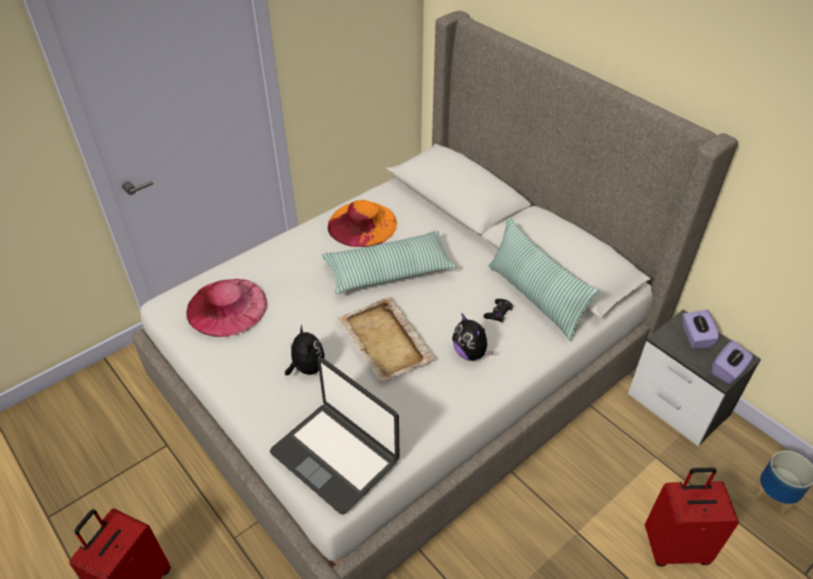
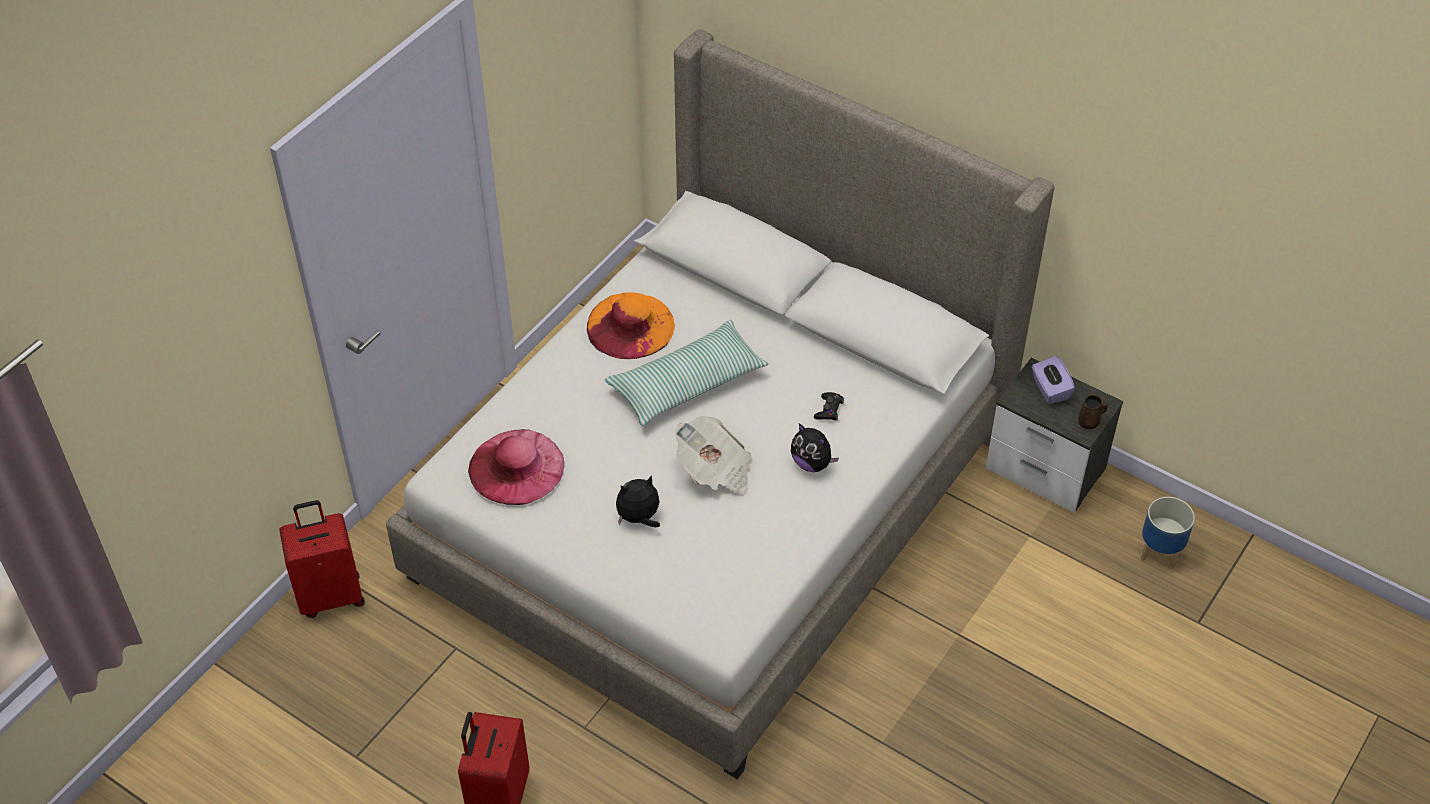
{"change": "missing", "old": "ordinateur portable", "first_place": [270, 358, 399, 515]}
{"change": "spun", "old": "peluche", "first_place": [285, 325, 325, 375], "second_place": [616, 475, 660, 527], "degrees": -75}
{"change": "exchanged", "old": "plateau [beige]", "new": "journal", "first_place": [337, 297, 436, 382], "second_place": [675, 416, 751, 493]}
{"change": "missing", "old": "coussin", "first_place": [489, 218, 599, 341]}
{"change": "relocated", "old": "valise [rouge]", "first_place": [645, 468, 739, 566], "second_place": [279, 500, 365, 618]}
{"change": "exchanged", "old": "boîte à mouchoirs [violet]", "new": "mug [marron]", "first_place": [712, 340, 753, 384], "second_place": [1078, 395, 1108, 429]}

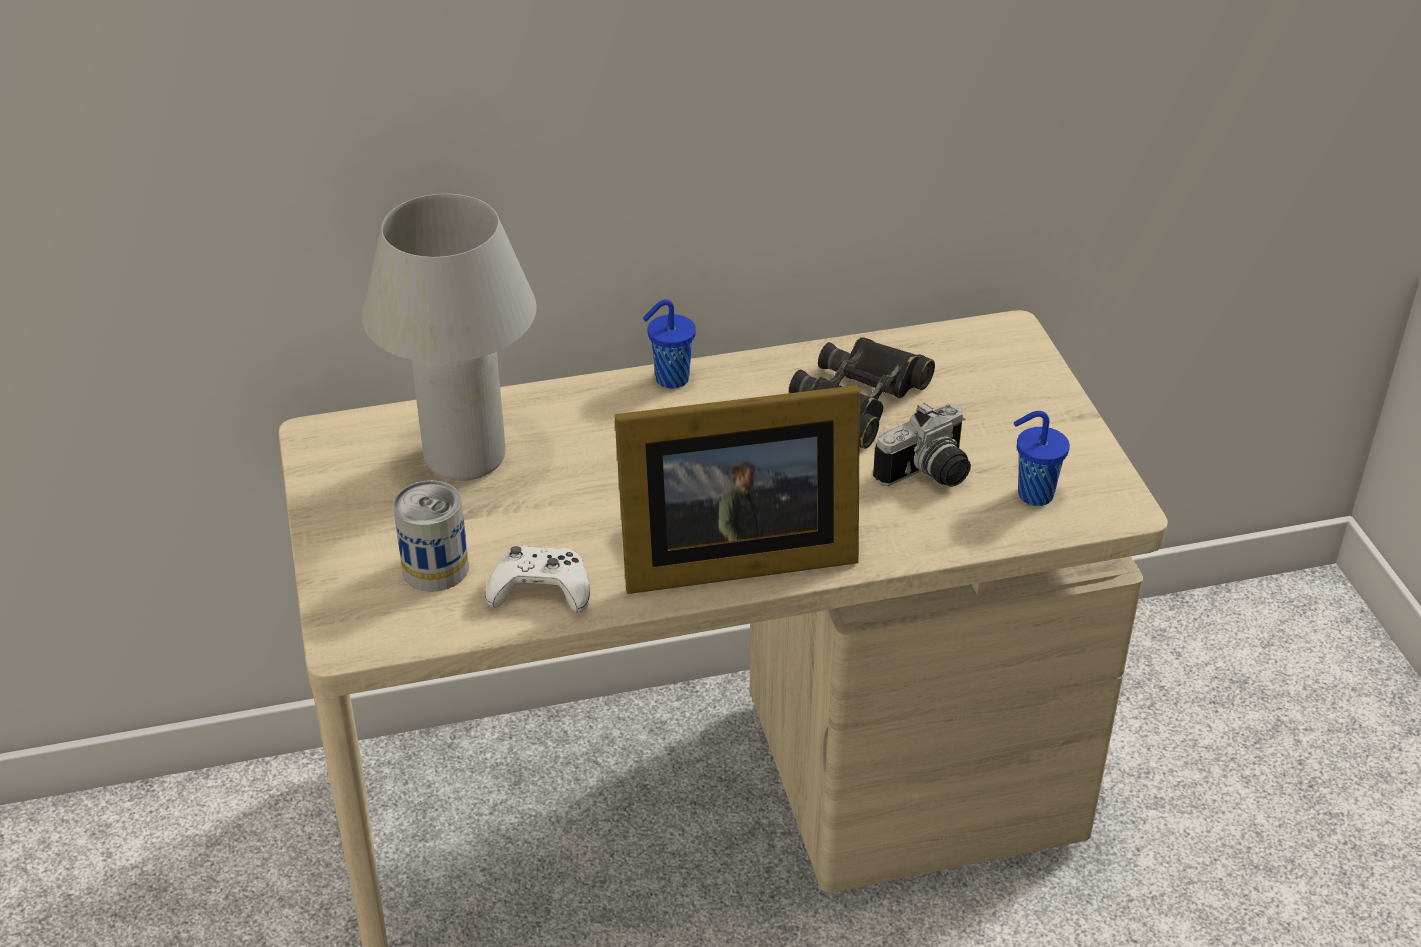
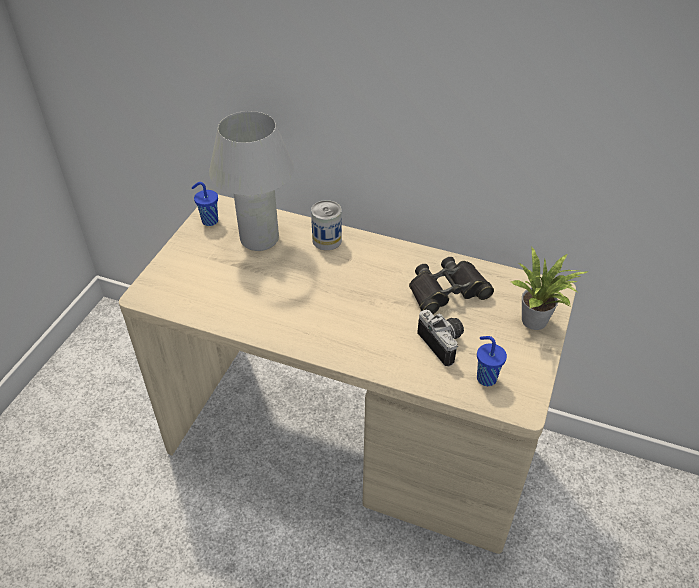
{"change": "relocated", "old": "boîte métallique", "first_place": [393, 480, 469, 592], "second_place": [311, 200, 342, 250]}
{"change": "missing", "old": "manette [blanc]", "first_place": [485, 546, 590, 613]}
{"change": "missing", "old": "cadre photo", "first_place": [614, 385, 860, 594]}
{"change": "relocated", "old": "tasse [bleu]", "first_place": [643, 299, 696, 389], "second_place": [192, 182, 218, 226]}
{"change": "spun", "old": "appareil photo", "first_place": [873, 403, 971, 487], "second_place": [417, 310, 464, 366], "degrees": -120}
{"change": "appeared", "new": "plante en pot", "second_place": [511, 247, 587, 330]}

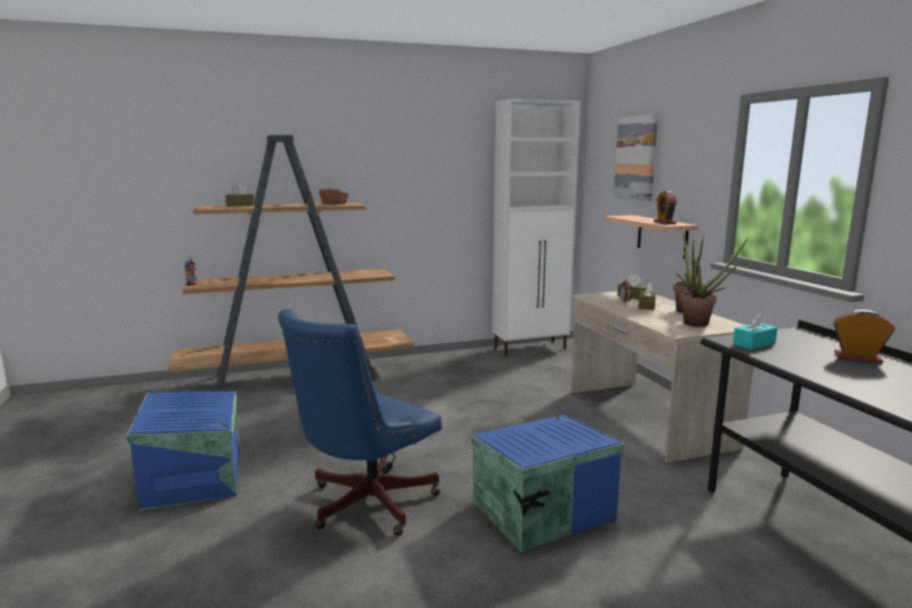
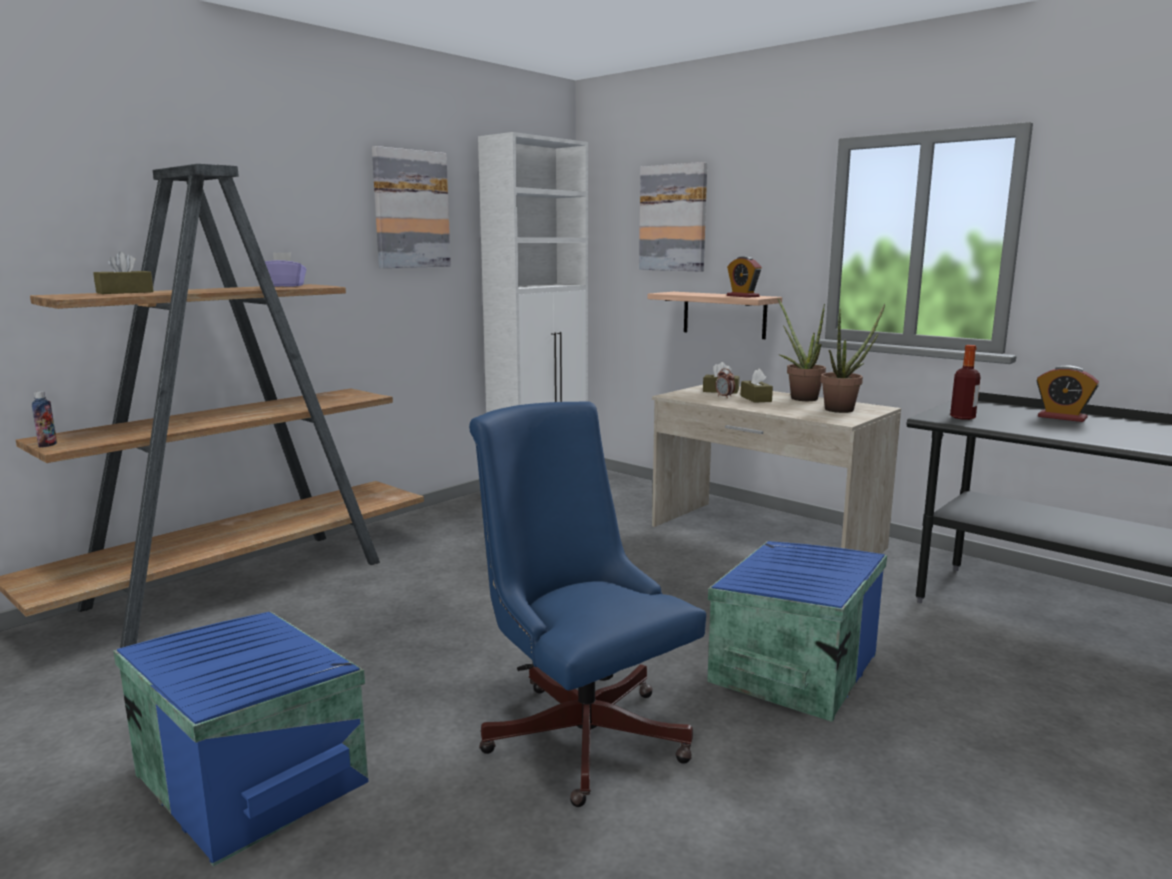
{"change": "spun", "old": "chaise de bureau [bleu]", "first_place": [278, 309, 442, 536], "second_place": [469, 401, 706, 807], "degrees": 135}
{"change": "colour", "old": "boîte à mouchoirs [marron]", "new": "boîte à mouchoirs [violet]", "first_place": [319, 183, 349, 204], "second_place": [265, 252, 307, 287]}
{"change": "exchanged", "old": "boîte à mouchoirs [turquoise]", "new": "bouteille", "first_place": [733, 312, 778, 350], "second_place": [950, 345, 980, 420]}
{"change": "spun", "old": "réveil", "first_place": [833, 310, 895, 364], "second_place": [1036, 366, 1099, 422], "degrees": -135}
{"change": "appeared", "new": "tableau", "second_place": [372, 146, 451, 268]}

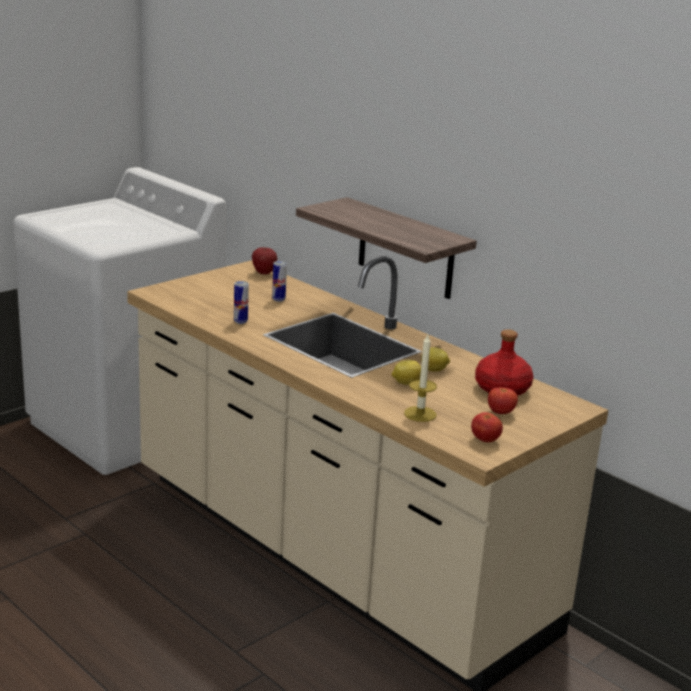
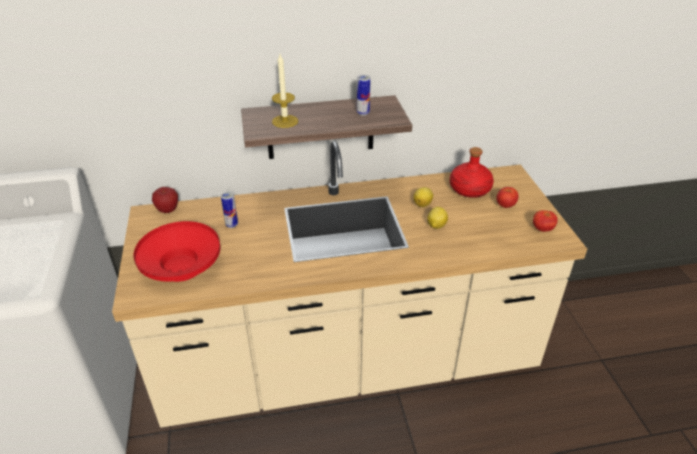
{"change": "relocated", "old": "boîte métallique", "first_place": [234, 281, 249, 324], "second_place": [357, 75, 371, 116]}
{"change": "relocated", "old": "bougie", "first_place": [404, 335, 437, 422], "second_place": [272, 54, 298, 128]}
{"change": "appeared", "new": "bol [rouge]", "second_place": [134, 221, 220, 282]}

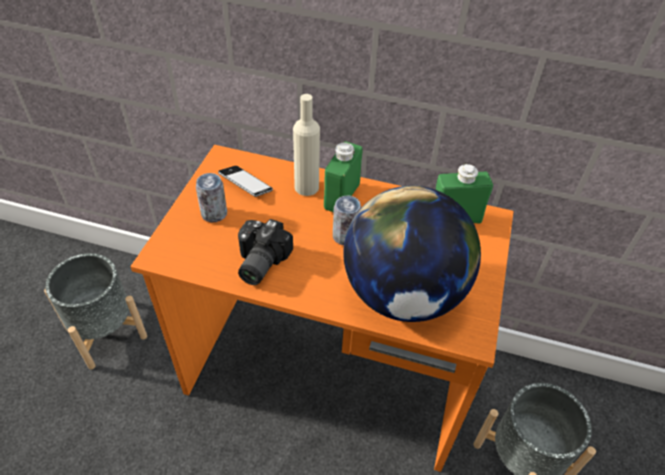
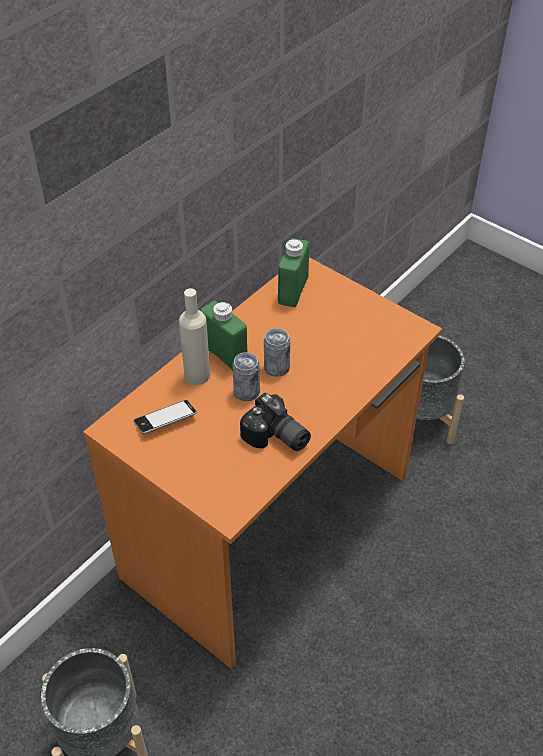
{"change": "relocated", "old": "boîte métallique", "first_place": [196, 173, 227, 222], "second_place": [232, 352, 260, 401]}
{"change": "missing", "old": "globe", "first_place": [343, 186, 481, 322]}

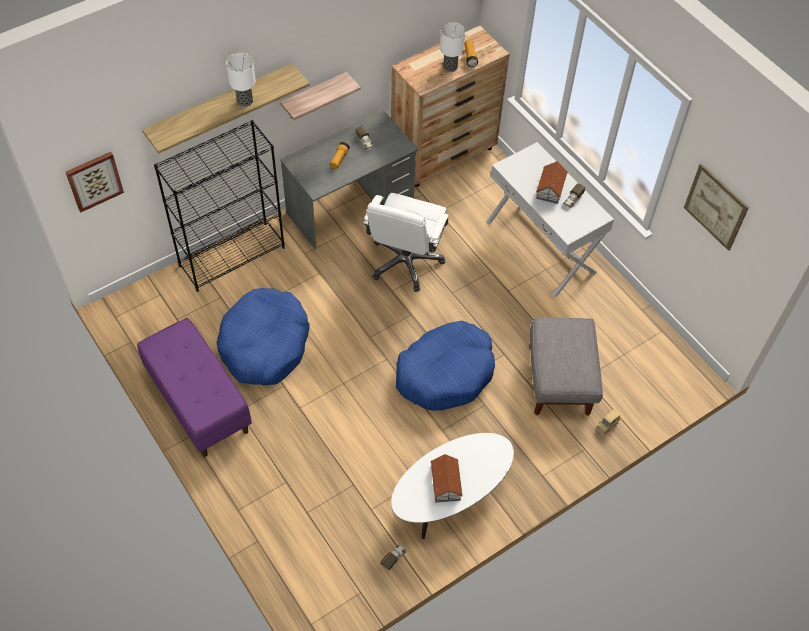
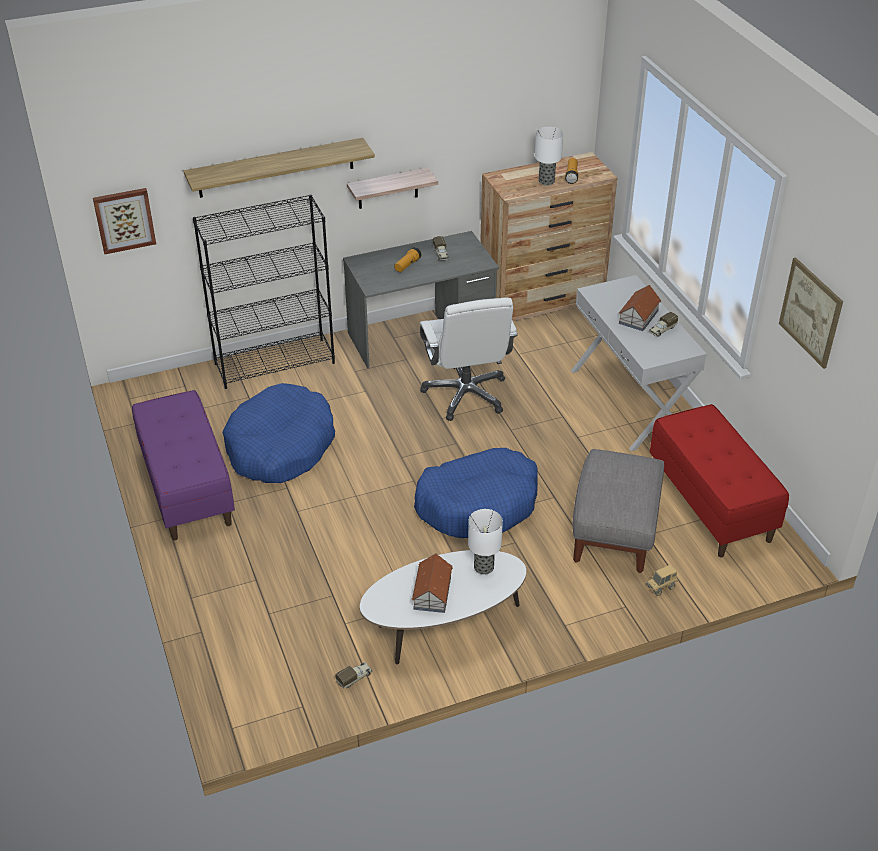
{"change": "relocated", "old": "lampe de table", "first_place": [226, 53, 256, 107], "second_place": [468, 509, 503, 575]}
{"change": "spun", "old": "chaise de bureau [blanc]", "first_place": [363, 193, 449, 292], "second_place": [420, 298, 518, 421], "degrees": -45}
{"change": "appeared", "new": "banc [rouge]", "second_place": [650, 404, 789, 558]}

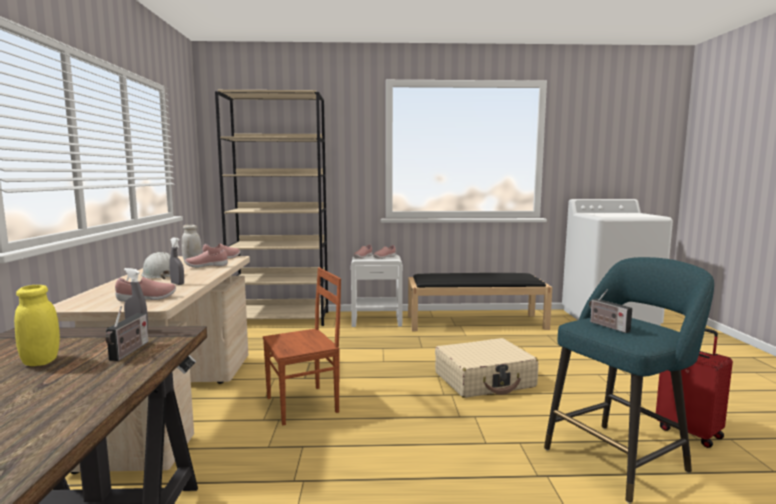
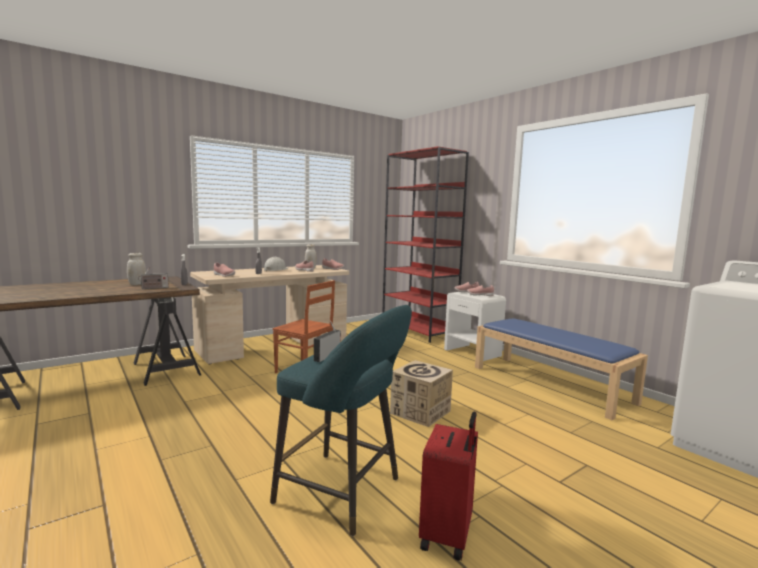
{"change": "colour", "old": "bocal [jaune]", "new": "bocal [blanc]", "first_place": [14, 285, 60, 366], "second_place": [127, 253, 146, 285]}
{"change": "colour", "old": "bibliothèque [beige]", "new": "bibliothèque [rouge]", "first_place": [215, 90, 328, 326], "second_place": [382, 146, 469, 343]}
{"change": "colour", "old": "banc [noir]", "new": "banc [bleu]", "first_place": [408, 273, 552, 331], "second_place": [475, 318, 648, 420]}
{"change": "exchanged", "old": "valise [beige]", "new": "carton", "first_place": [435, 338, 538, 398], "second_place": [390, 360, 453, 427]}

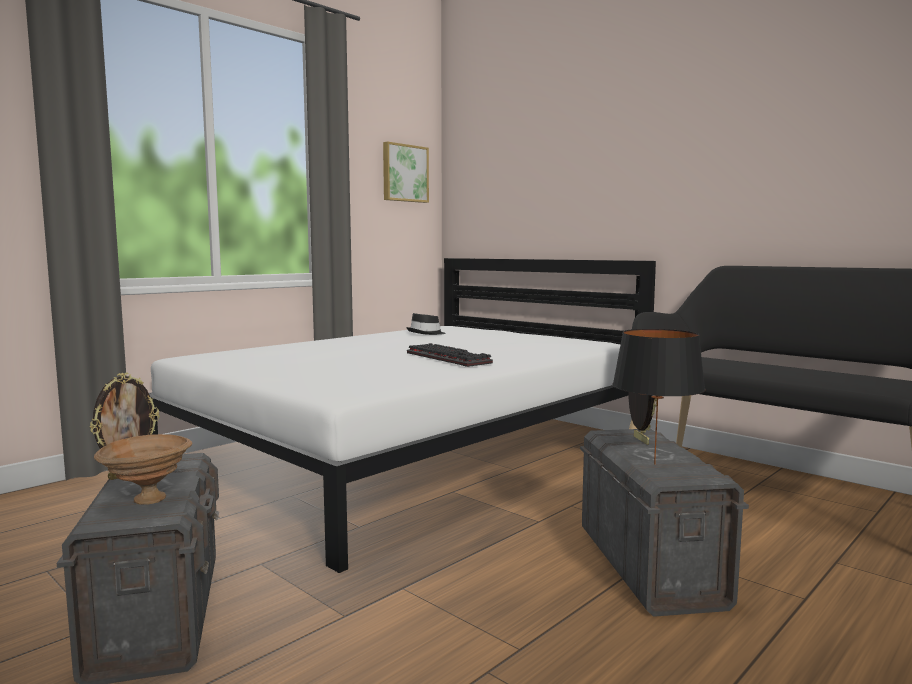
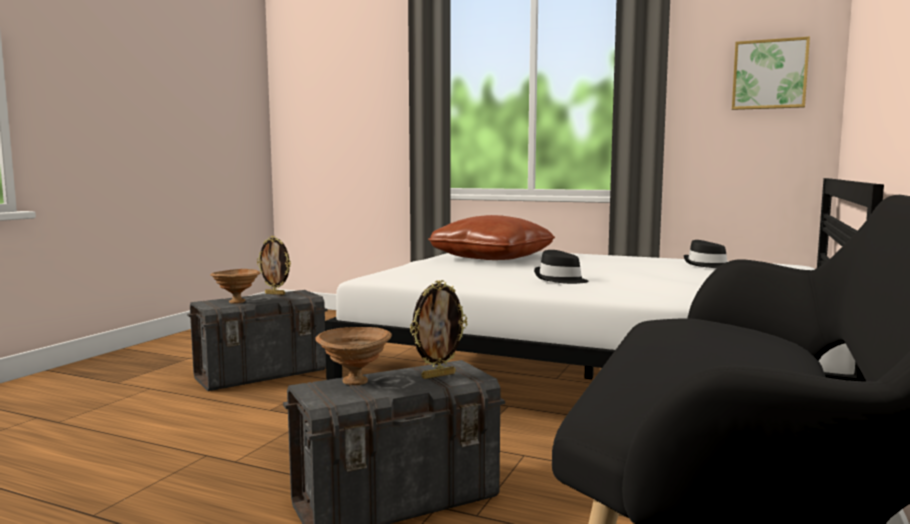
{"change": "exchanged", "old": "clavier", "new": "chapeau [noir]", "first_place": [407, 343, 493, 367], "second_place": [534, 250, 589, 284]}
{"change": "exchanged", "old": "lampe de table [noir]", "new": "bol [marron]", "first_place": [613, 329, 705, 465], "second_place": [315, 327, 392, 385]}
{"change": "appeared", "new": "coussin [marron]", "second_place": [428, 215, 555, 260]}

